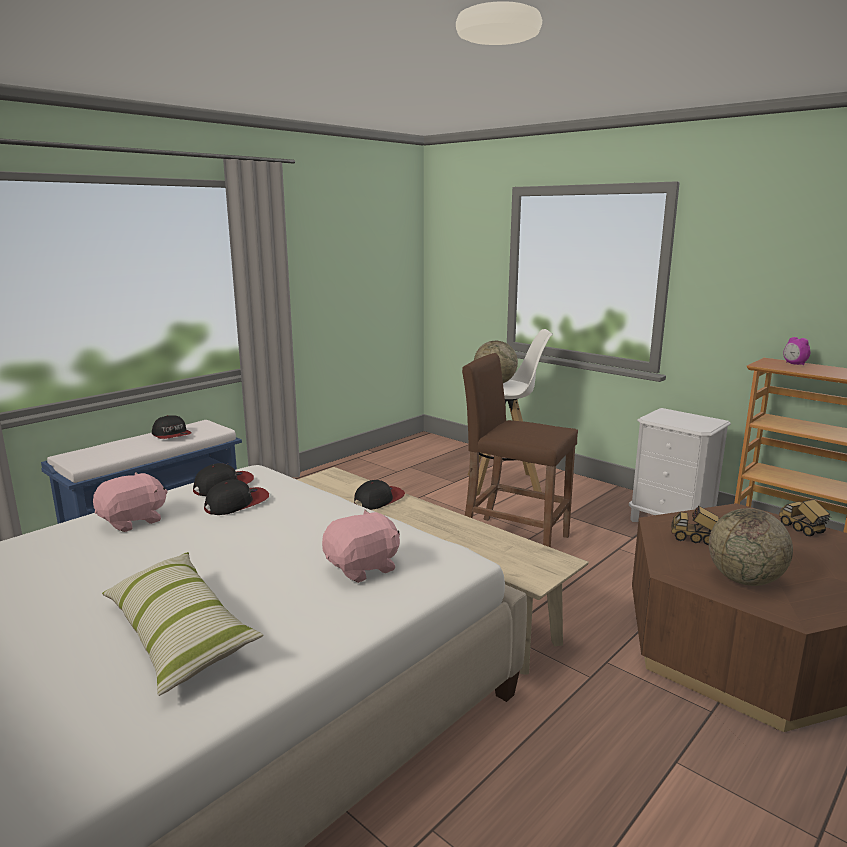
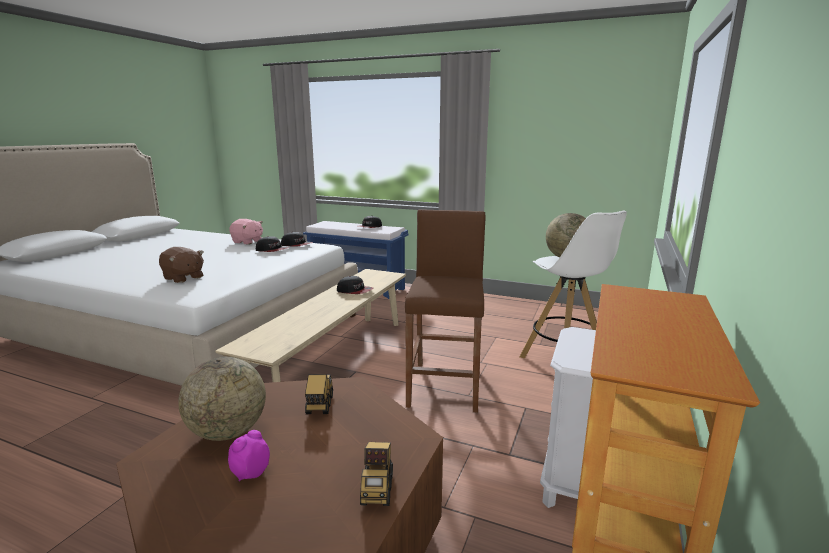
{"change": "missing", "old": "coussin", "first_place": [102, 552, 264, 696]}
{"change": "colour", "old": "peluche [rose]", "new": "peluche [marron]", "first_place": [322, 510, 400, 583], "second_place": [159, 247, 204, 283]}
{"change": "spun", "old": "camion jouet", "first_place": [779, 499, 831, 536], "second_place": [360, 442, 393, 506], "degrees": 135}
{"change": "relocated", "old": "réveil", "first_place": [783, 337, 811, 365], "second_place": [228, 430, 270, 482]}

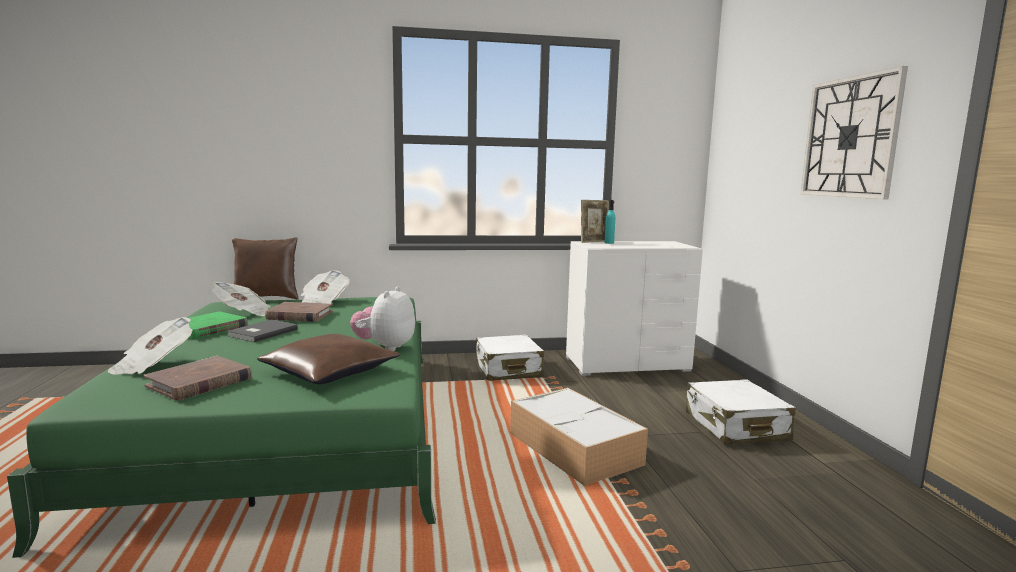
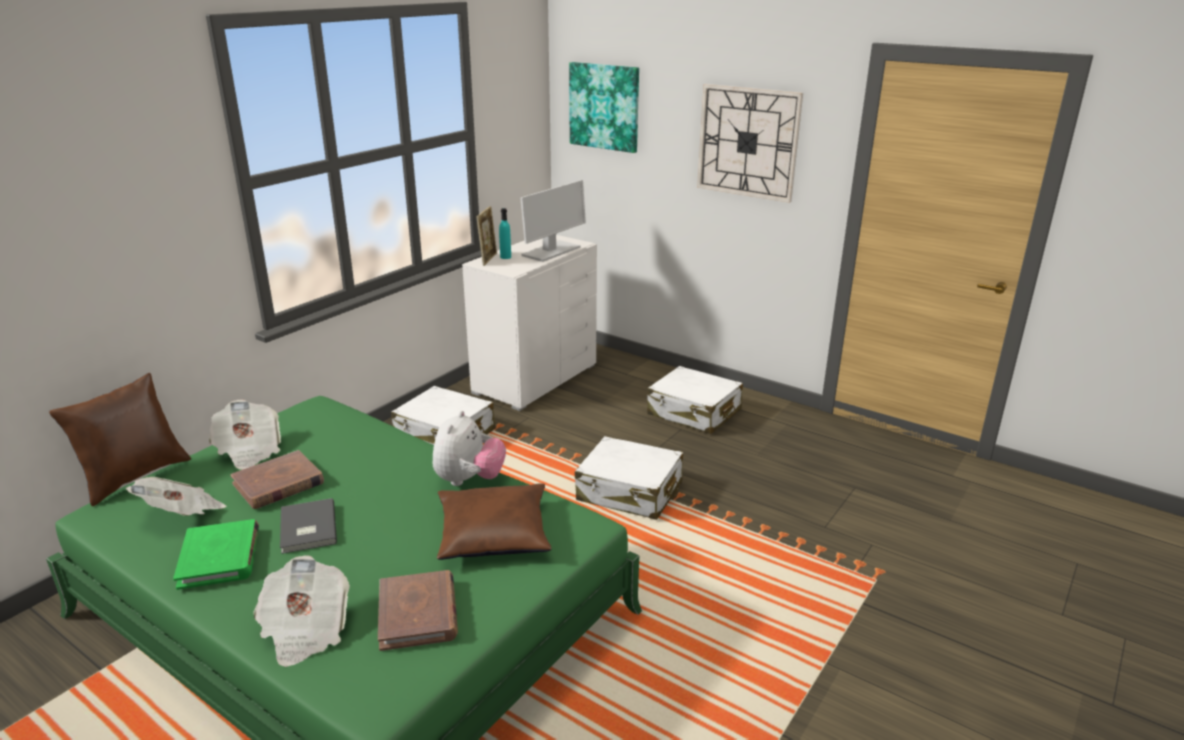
{"change": "spun", "old": "peluche", "first_place": [350, 286, 415, 351], "second_place": [433, 411, 506, 486], "degrees": -135}
{"change": "exchanged", "old": "boîte de rangement", "new": "valise [blanc]", "first_place": [510, 388, 648, 486], "second_place": [575, 436, 683, 520]}
{"change": "appeared", "new": "écran d'ordinateur", "second_place": [521, 180, 586, 262]}
{"change": "appeared", "new": "tableau", "second_place": [569, 62, 639, 153]}

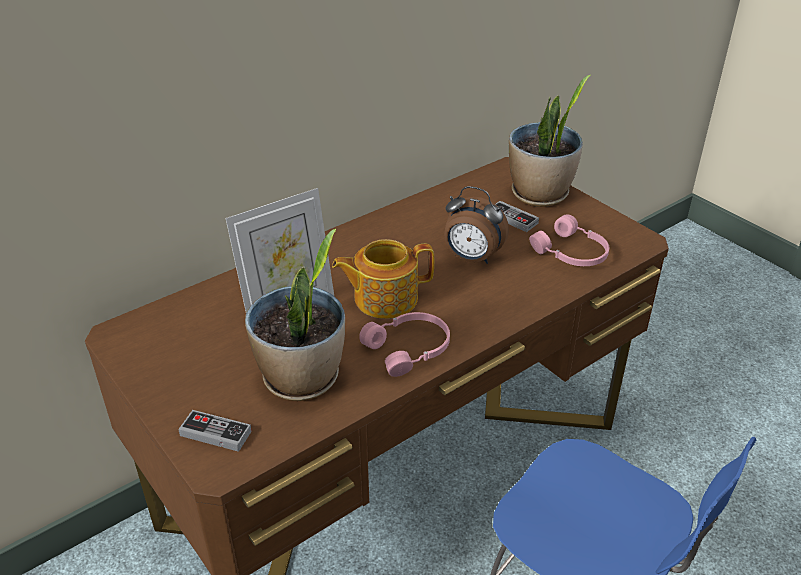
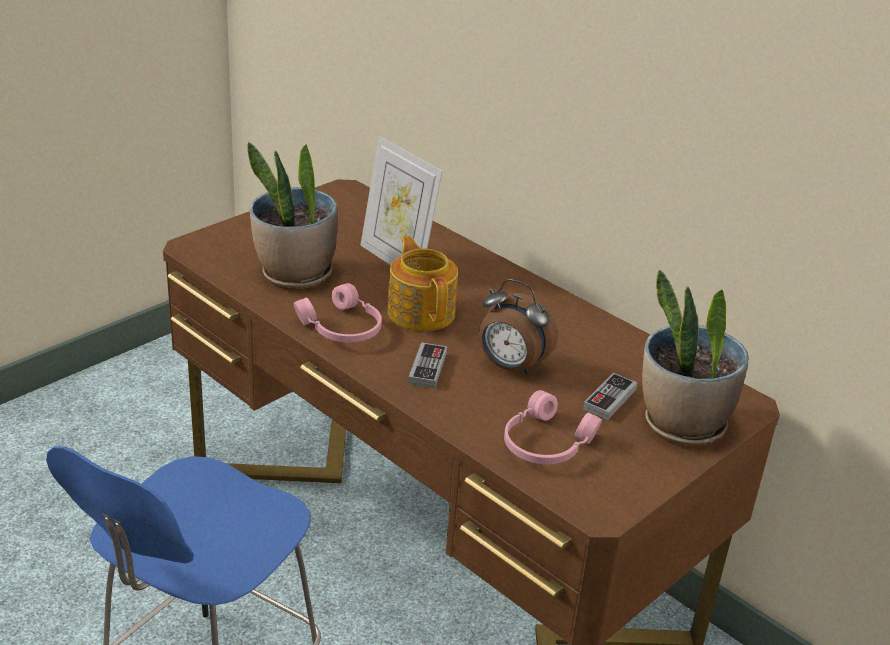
{"change": "relocated", "old": "manette", "first_place": [178, 410, 252, 452], "second_place": [408, 342, 447, 389]}
{"change": "spun", "old": "réveil", "first_place": [444, 186, 509, 264], "second_place": [479, 279, 557, 375], "degrees": -75}

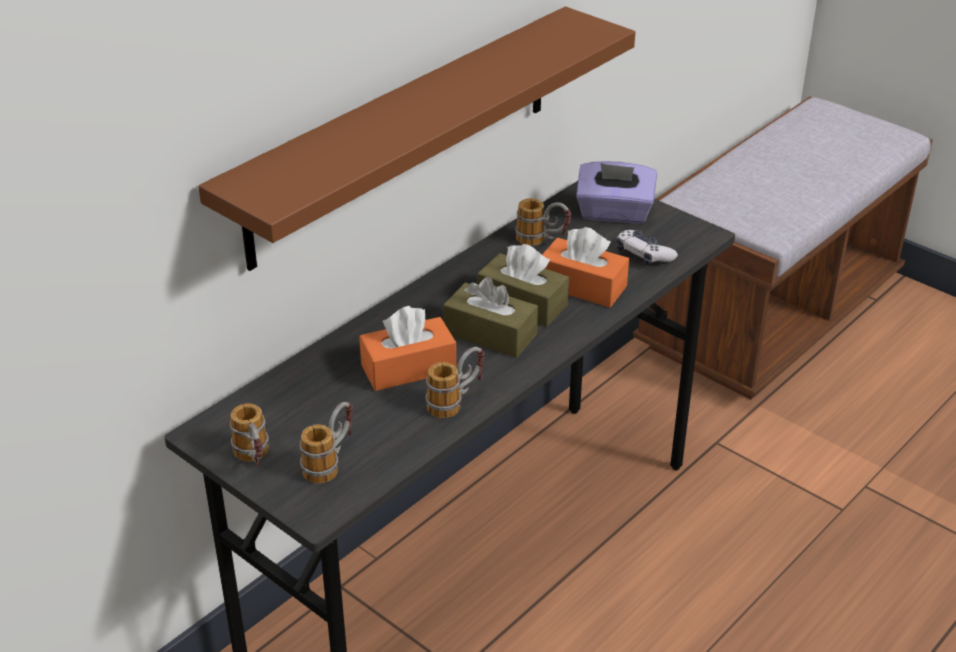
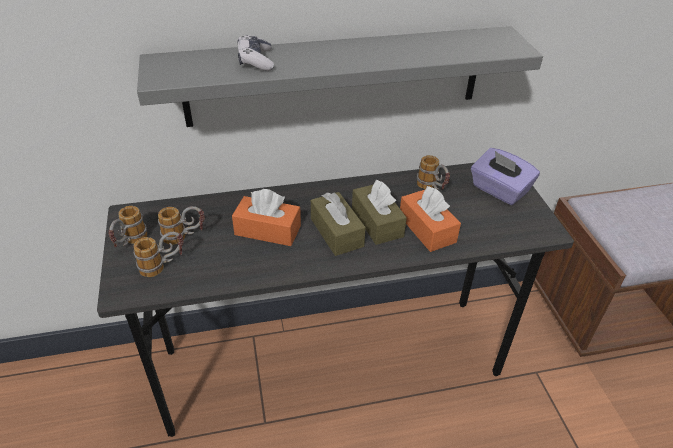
{"change": "colour", "old": "étagère [marron]", "new": "étagère [gris]", "first_place": [198, 6, 635, 271], "second_place": [137, 26, 543, 127]}
{"change": "relocated", "old": "mug", "first_place": [426, 347, 484, 418], "second_place": [158, 206, 205, 245]}
{"change": "relocated", "old": "manette", "first_place": [616, 230, 678, 265], "second_place": [238, 35, 274, 71]}

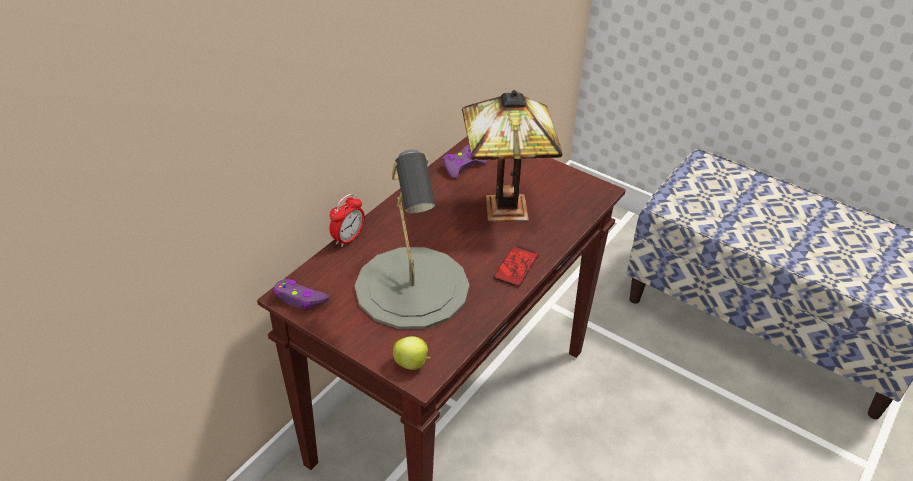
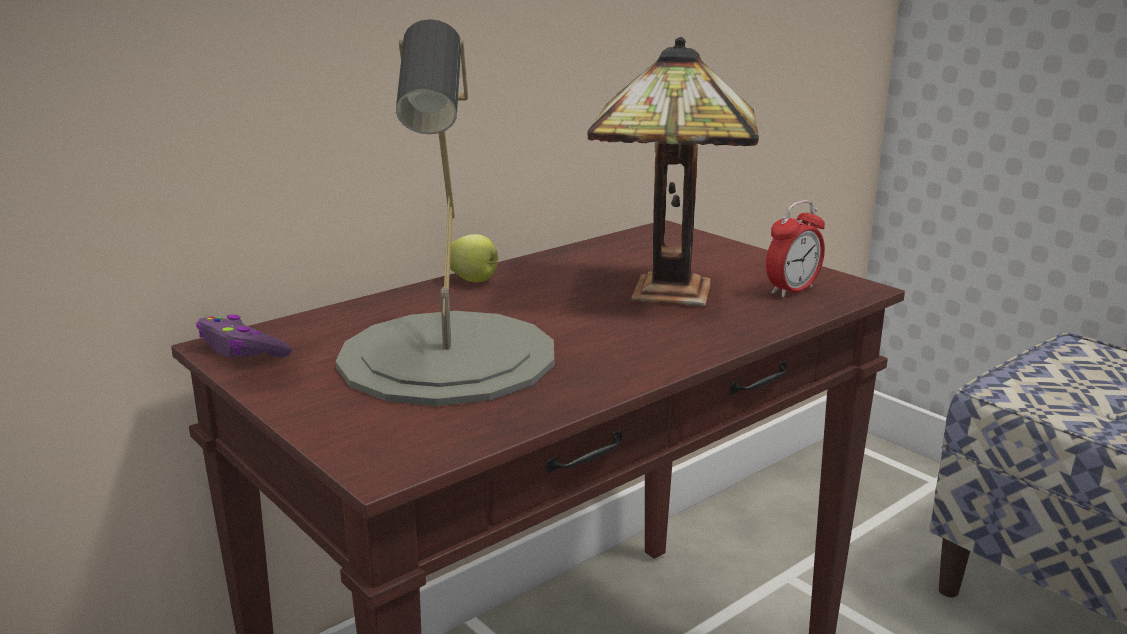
{"change": "relocated", "old": "réveil", "first_place": [330, 193, 365, 247], "second_place": [766, 200, 825, 297]}
{"change": "relocated", "old": "pomme", "first_place": [393, 336, 431, 370], "second_place": [450, 234, 498, 282]}
{"change": "missing", "old": "manette [violet]", "first_place": [443, 145, 487, 179]}
{"change": "missing", "old": "téléphone", "first_place": [494, 244, 539, 287]}

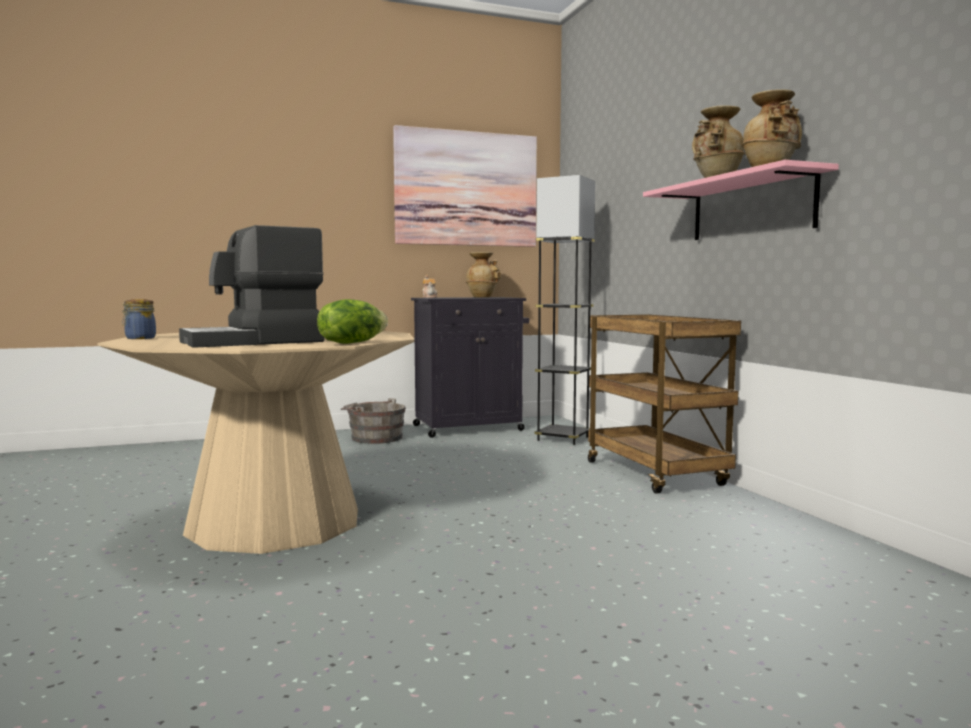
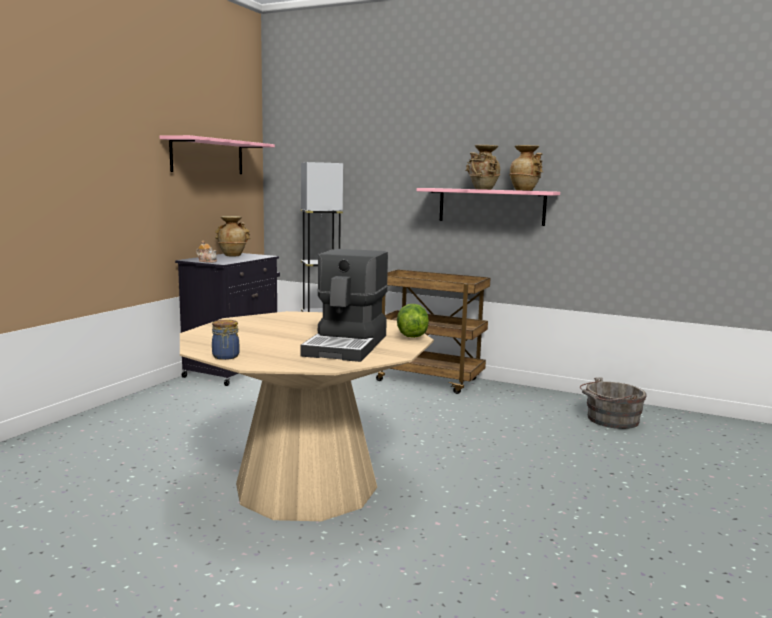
{"change": "relocated", "old": "seau [gris]", "first_place": [341, 398, 406, 444], "second_place": [580, 377, 647, 429]}
{"change": "exchanged", "old": "tableau", "new": "étagère [rose]", "first_place": [393, 125, 537, 247], "second_place": [160, 135, 275, 174]}

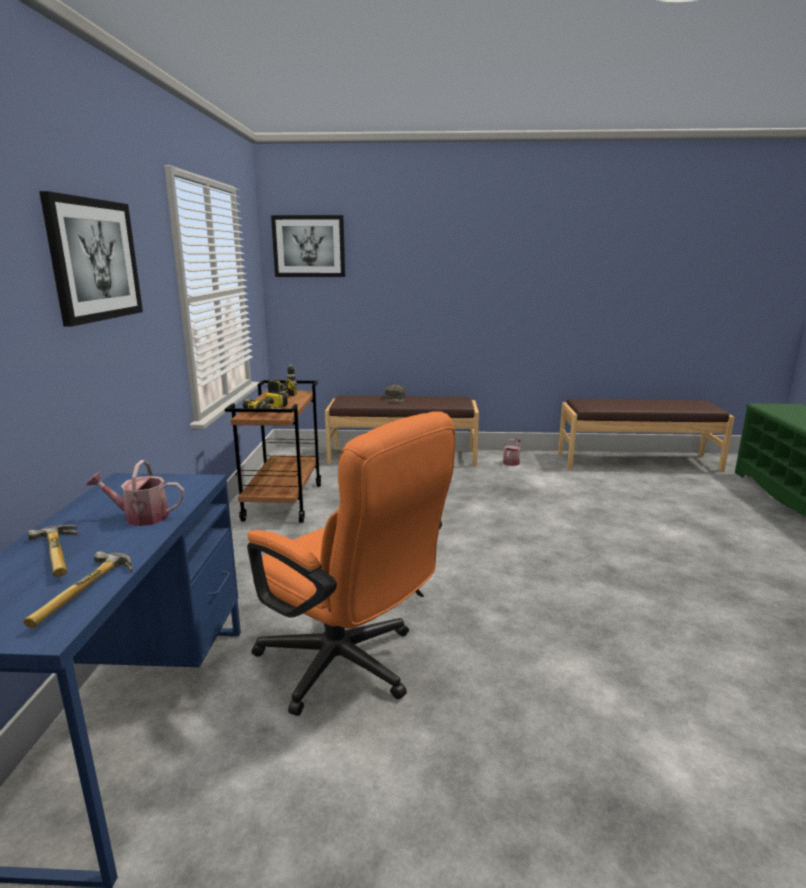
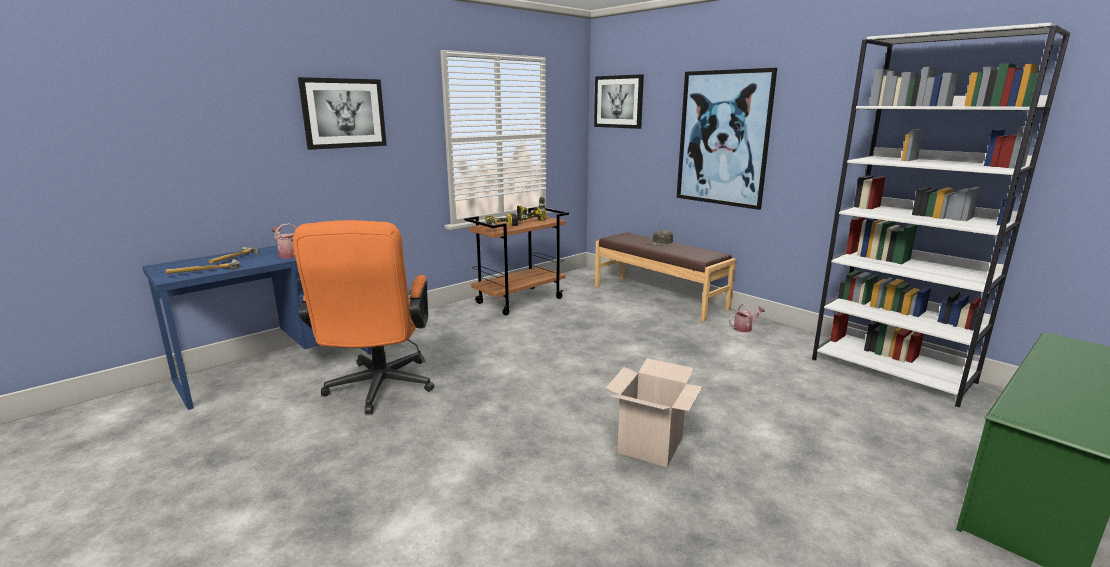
{"change": "exchanged", "old": "banc [marron]", "new": "bibliothèque [blanc]", "first_place": [558, 399, 734, 472], "second_place": [812, 23, 1070, 407]}
{"change": "appeared", "new": "carton", "second_place": [606, 358, 702, 467]}
{"change": "appeared", "new": "tableau", "second_place": [677, 68, 777, 210]}

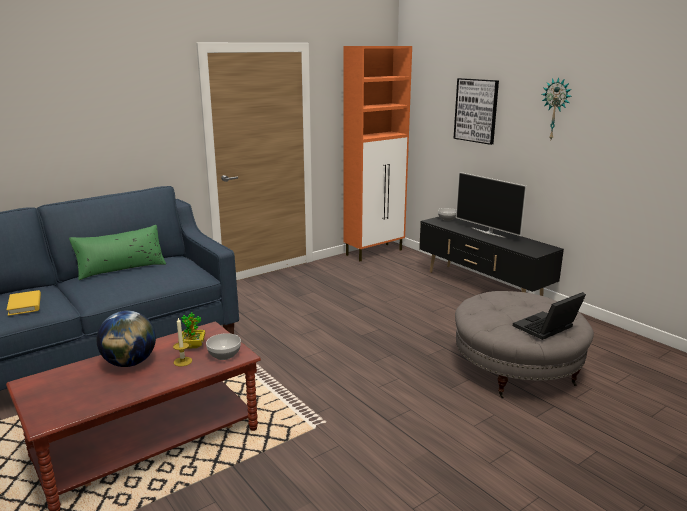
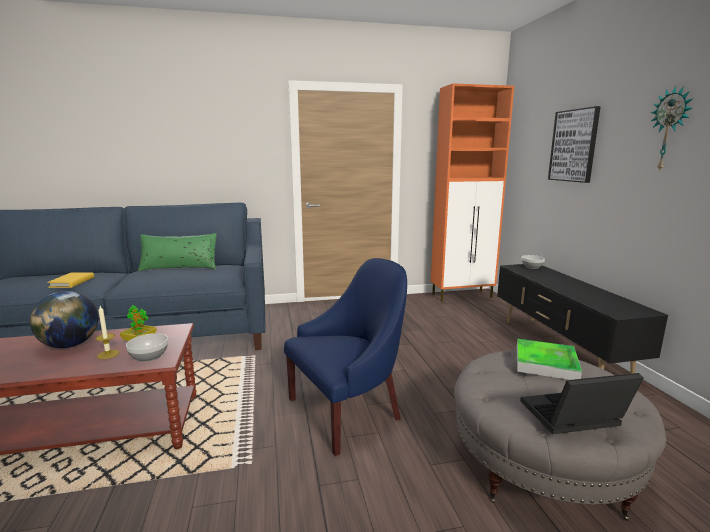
{"change": "missing", "old": "téléviseur", "first_place": [456, 172, 527, 238]}
{"change": "appeared", "new": "fauteuil [bleu]", "second_place": [284, 258, 407, 456]}
{"change": "appeared", "new": "plateau", "second_place": [517, 339, 582, 380]}

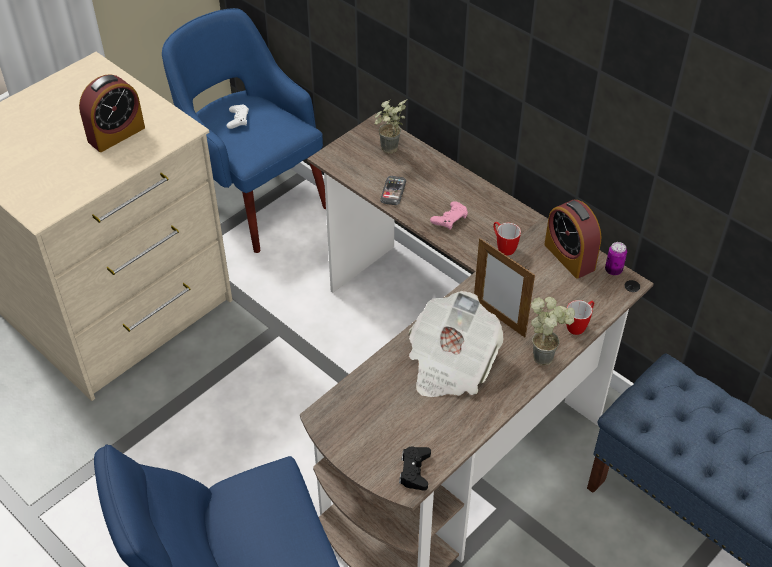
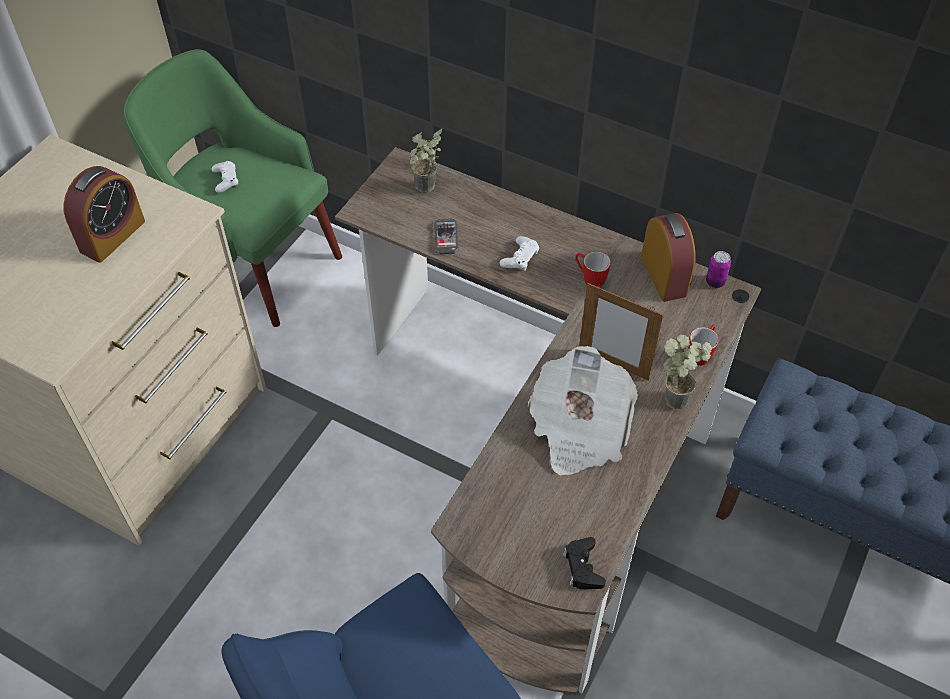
{"change": "colour", "old": "fauteuil [bleu]", "new": "fauteuil [vert]", "first_place": [162, 8, 326, 253], "second_place": [123, 49, 342, 327]}
{"change": "colour", "old": "manette [rose]", "new": "manette [blanc]", "first_place": [430, 201, 468, 230], "second_place": [500, 236, 539, 270]}
{"change": "spun", "old": "réveil", "first_place": [544, 200, 602, 279], "second_place": [641, 213, 696, 302], "degrees": -150}

